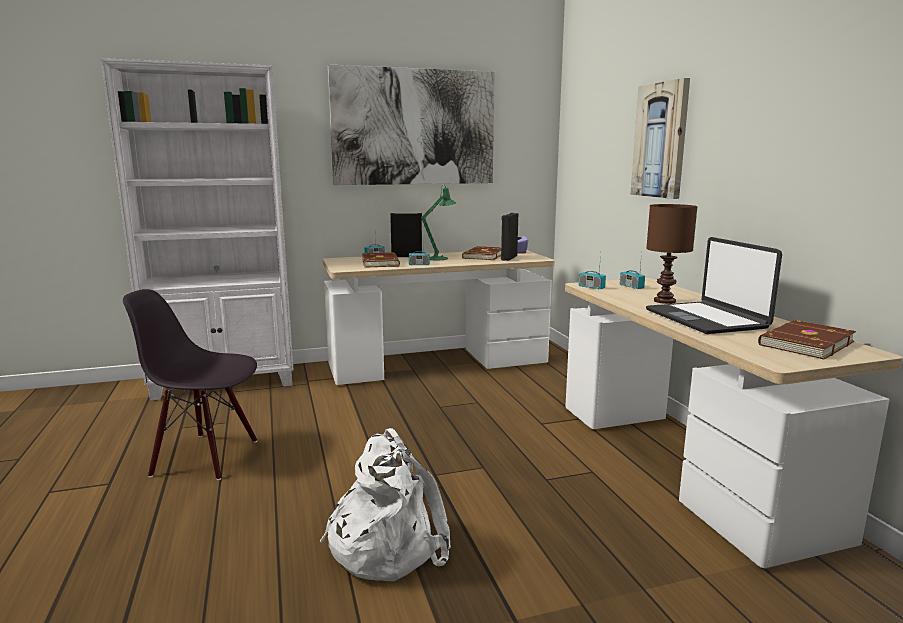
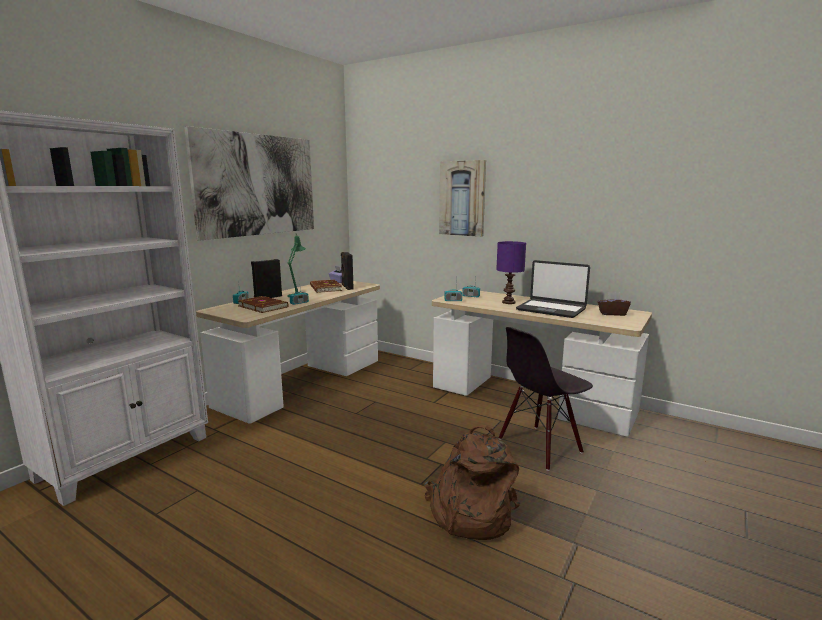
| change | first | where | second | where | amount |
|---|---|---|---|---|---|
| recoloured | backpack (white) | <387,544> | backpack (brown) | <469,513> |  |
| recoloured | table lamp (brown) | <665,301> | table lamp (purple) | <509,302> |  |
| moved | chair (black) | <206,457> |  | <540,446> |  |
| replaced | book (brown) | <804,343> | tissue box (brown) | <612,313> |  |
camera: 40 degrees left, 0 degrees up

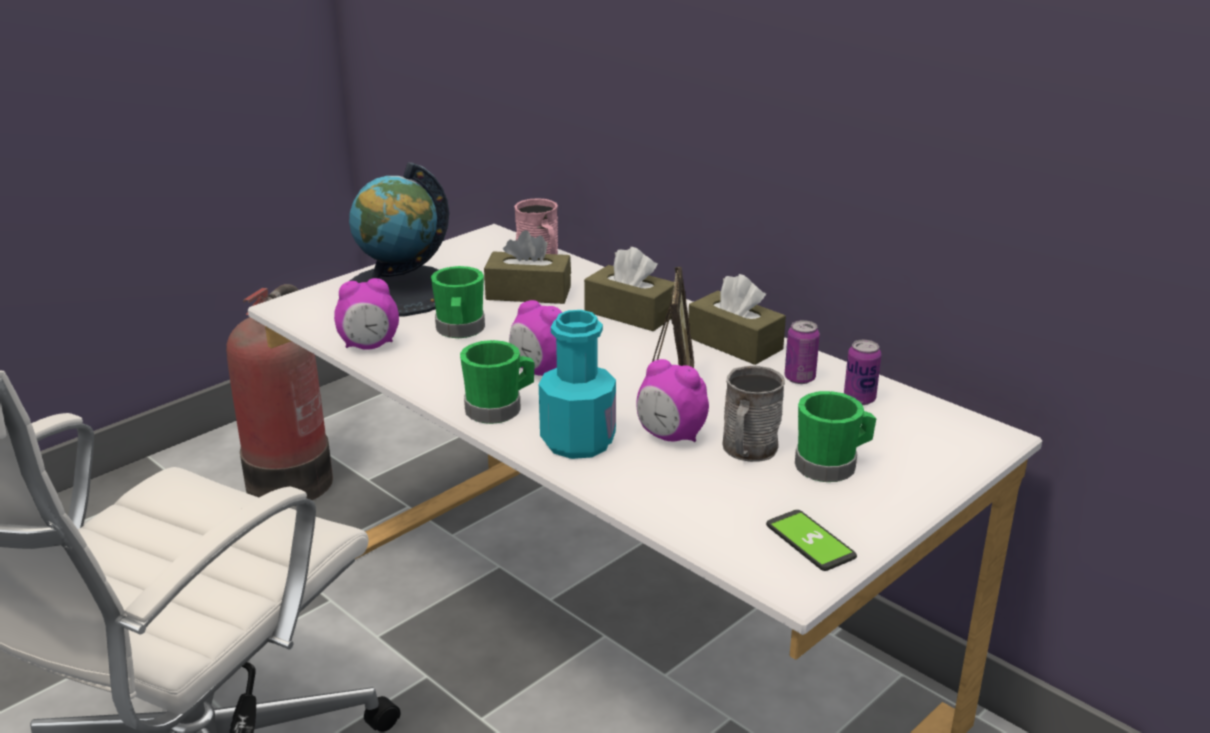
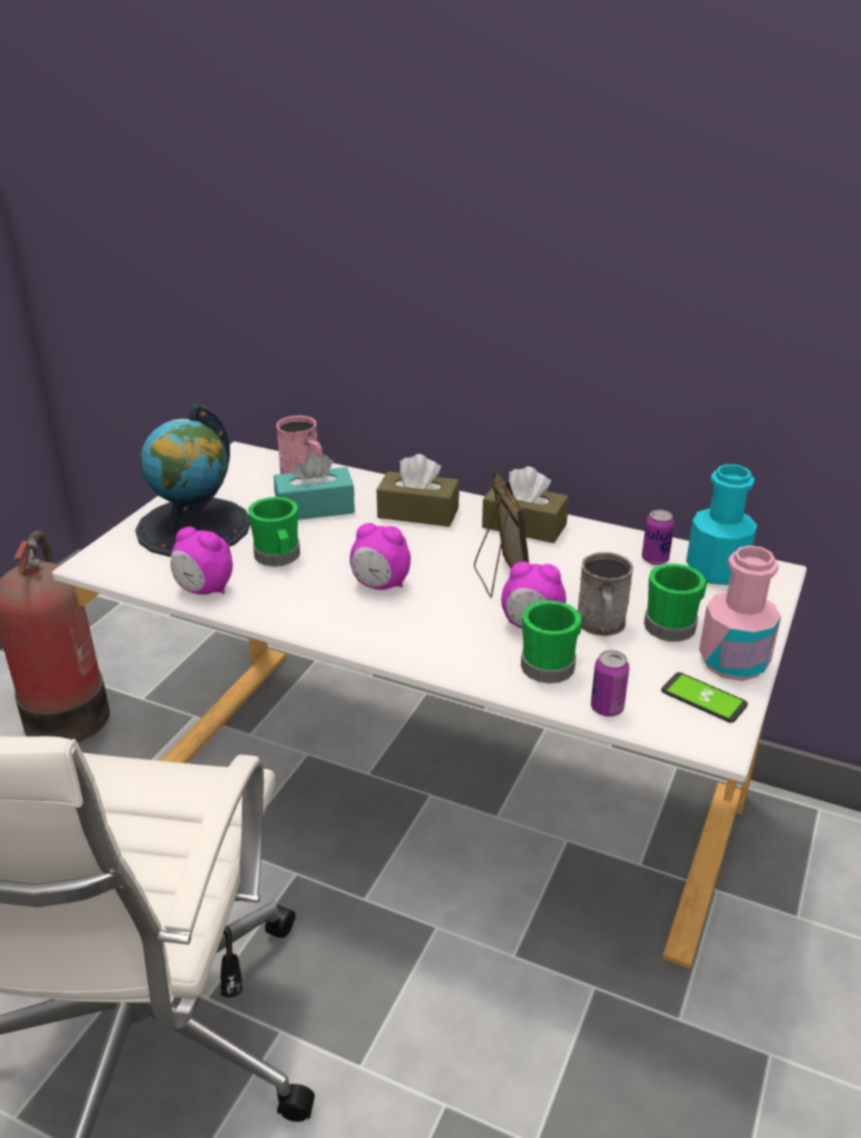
| change | first | where | second | where | amount |
|---|---|---|---|---|---|
| turned | alarm clock | <369,346> |  | <204,590> | 60 degrees clockwise |
| recoloured | tissue box (brown) | <528,293> | tissue box (turquoise) | <315,508> |  |
| moved | mug (green) | <499,409> |  | <552,664> |  |
| moved | can | <799,378> |  | <607,708> |  |
| moved | bottle (turquoise) | <578,441> |  | <716,570> |  |
| added |  |  | bottle (pink) | <733,662> |  |
camera: 20 degrees left, 5 degrees up

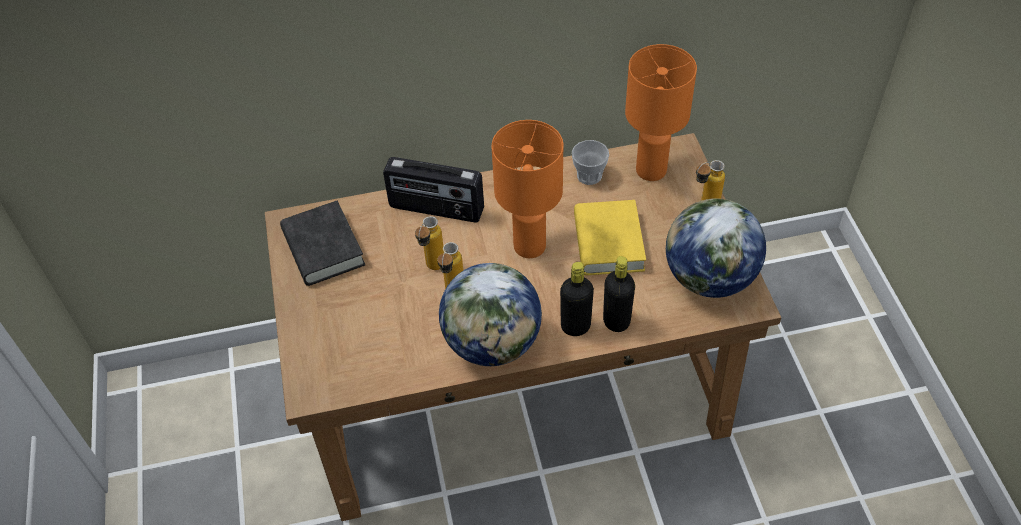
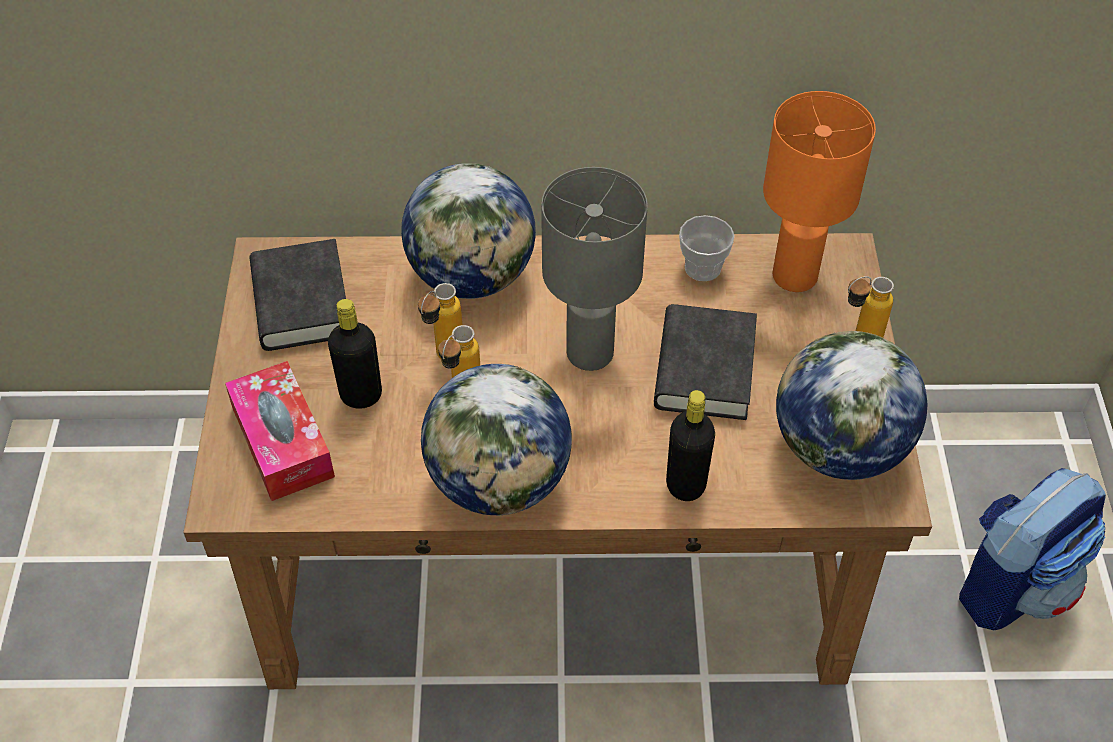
| change | first | where | second | where | amount |
|---|---|---|---|---|---|
| added |  |  | tissue box | <282,442> |  |
| moved | bottle (black) | <575,326> |  | <361,395> |  |
| replaced | radio | <436,209> | globe | <472,276> |  |
| recoloured | table lamp (orange) | <530,245> | table lamp (grey) | <591,352> |  |
| recoloured | book (yellow) | <608,243> | book (black) | <704,369> |  |
| added |  |  | backpack | <1012,585> |  |
camera: 10 degrees right, 0 degrees up

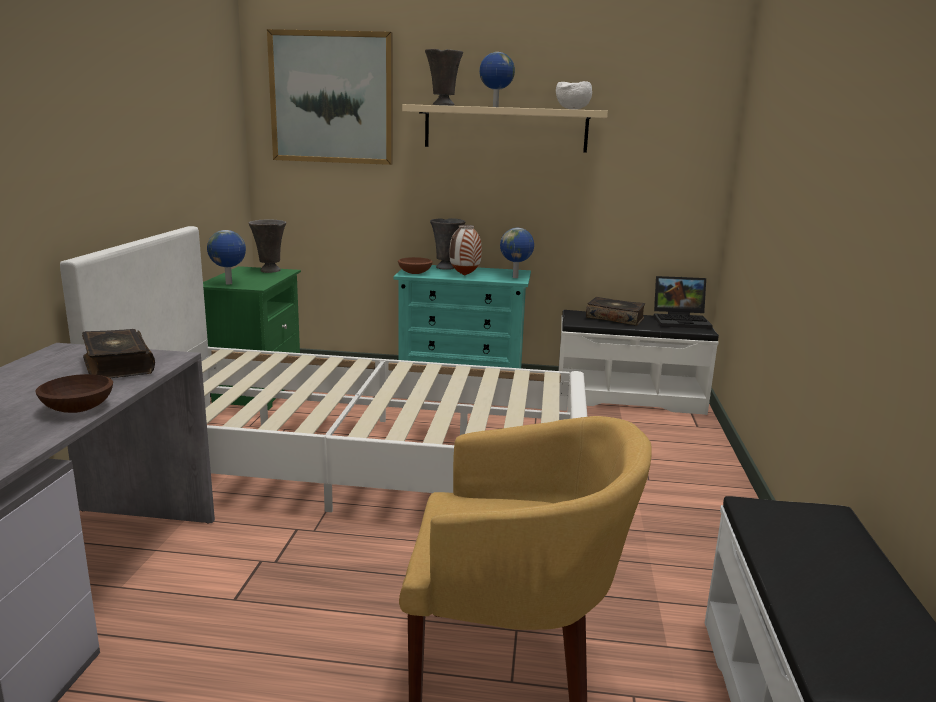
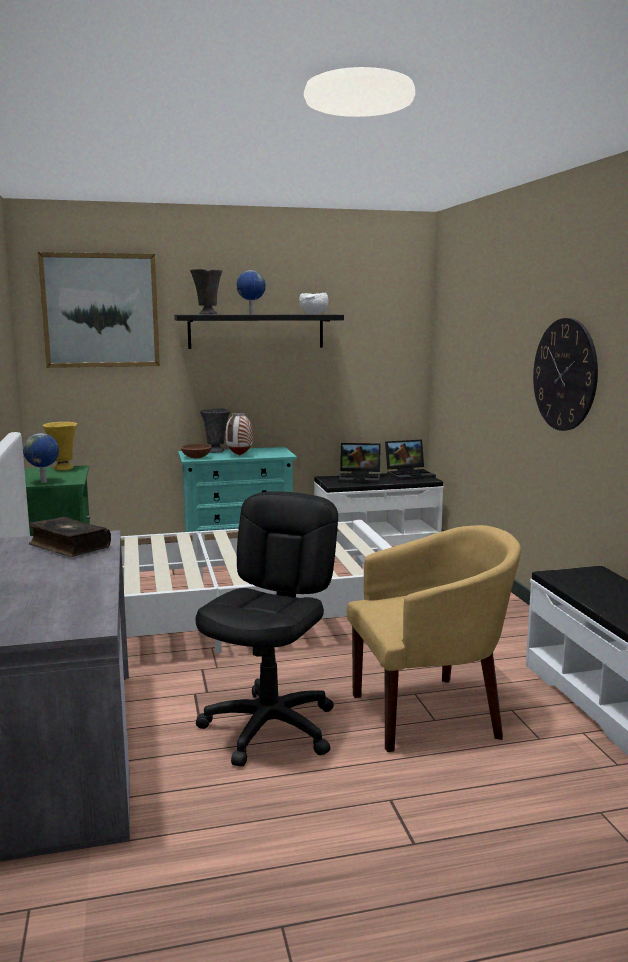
| change | first | where | second | where | amount |
|---|---|---|---|---|---|
| recoloured | vase (grey) | <269,271> | vase (yellow) | <63,469> |  |
| recoloured | shelf (beige) | <505,129> | shelf (black) | <256,331> |  |
| added |  |  | office chair (black) | <270,728> |  |
| replaced | book | <615,318> | laptop | <361,478> |  |
| added |  |  | wall clock | <564,374> |  |
| removed | bowl (brown) | <78,409> |  |  |  |
| removed | globe | <516,277> |  |  |  |
camera: 20 degrees left, 5 degrees down

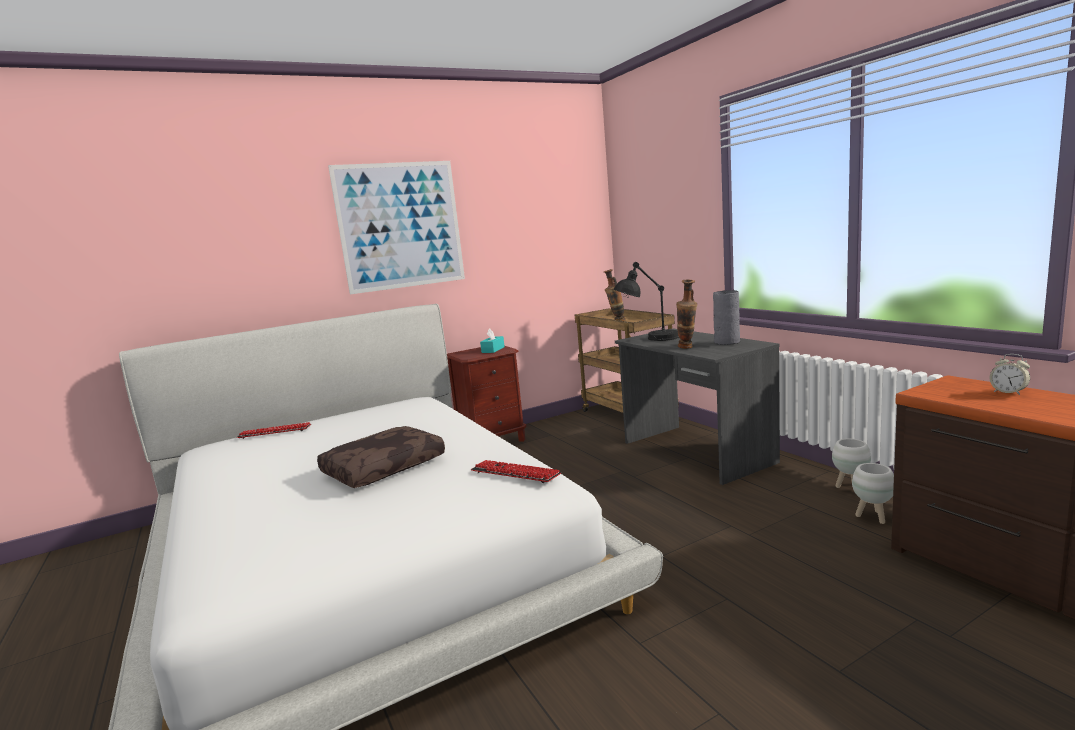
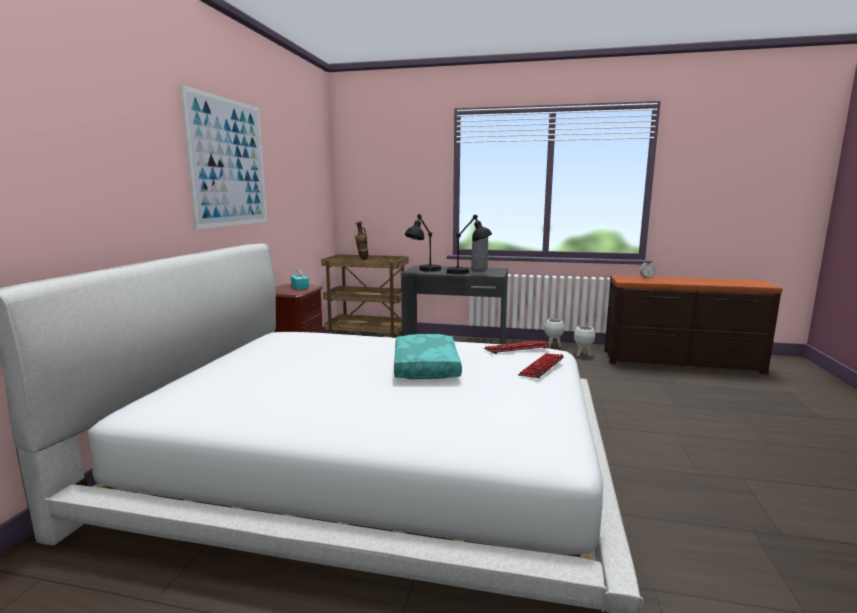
| change | first | where | second | where | amount |
|---|---|---|---|---|---|
| recoloured | pillow (brown) | <384,467> | pillow (turquoise) | <424,367> |  |
| replaced | vase | <687,348> | table lamp (black) | <467,273> |  |
| moved | keyboard | <275,432> |  | <542,367> |  |
camera: 50 degrees left, 0 degrees up

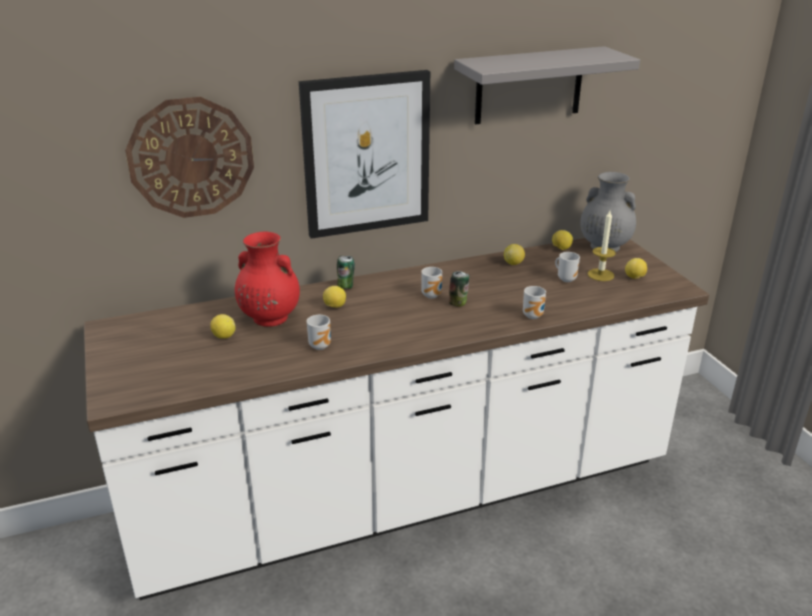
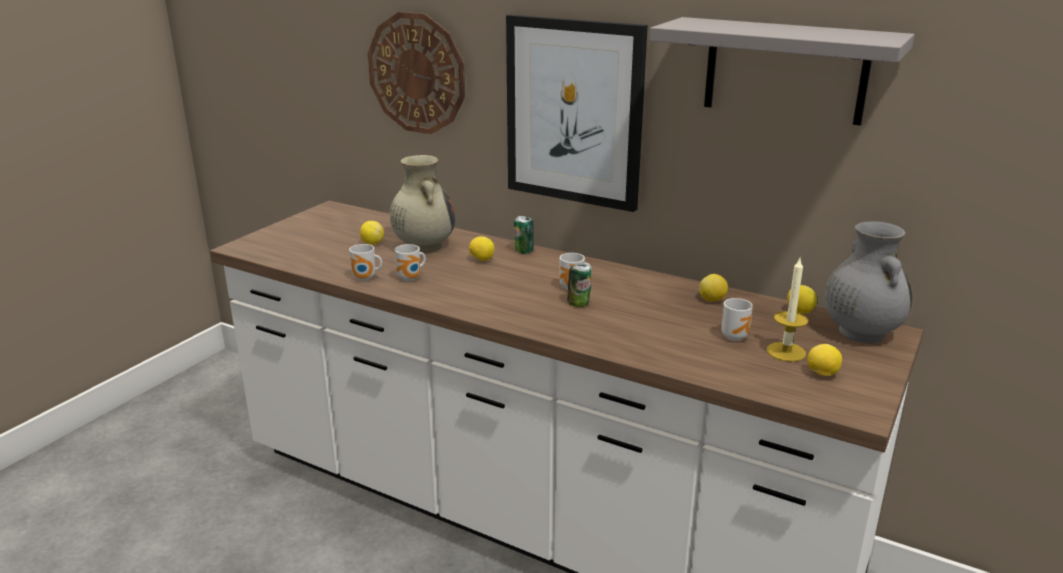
| change | first | where | second | where | amount |
|---|---|---|---|---|---|
| moved | mug | <534,316> |  | <366,278> |  |
| recoloured | vase (red) | <269,318> | vase (beige) | <424,246> |  |
camera: 50 degrees right, 5 degrees down

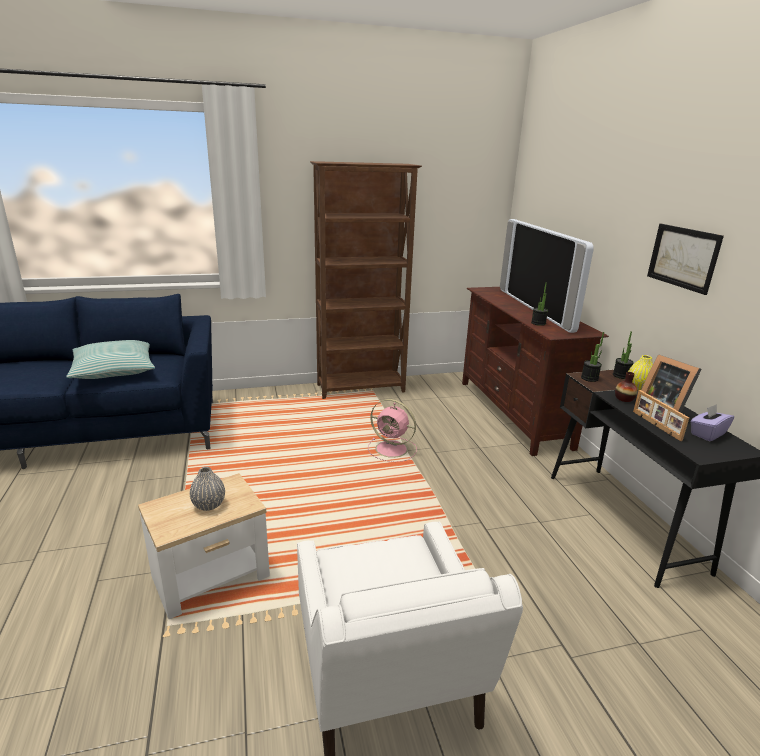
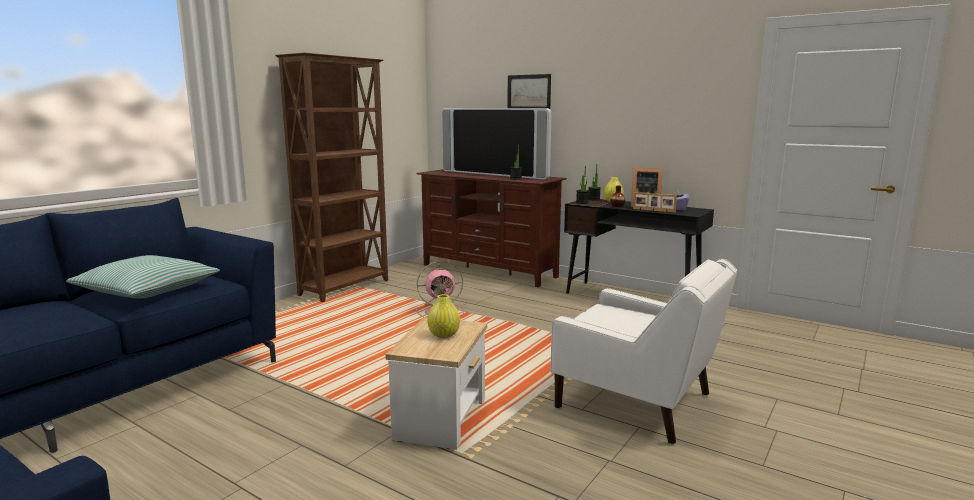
| change | first | where | second | where | amount |
|---|---|---|---|---|---|
| recoloured | vase (grey) | <209,505> | vase (yellow) | <444,334> |  |
| moved | picture | <683,257> |  | <529,92> |  |
camera: 40 degrees left, 10 degrees down

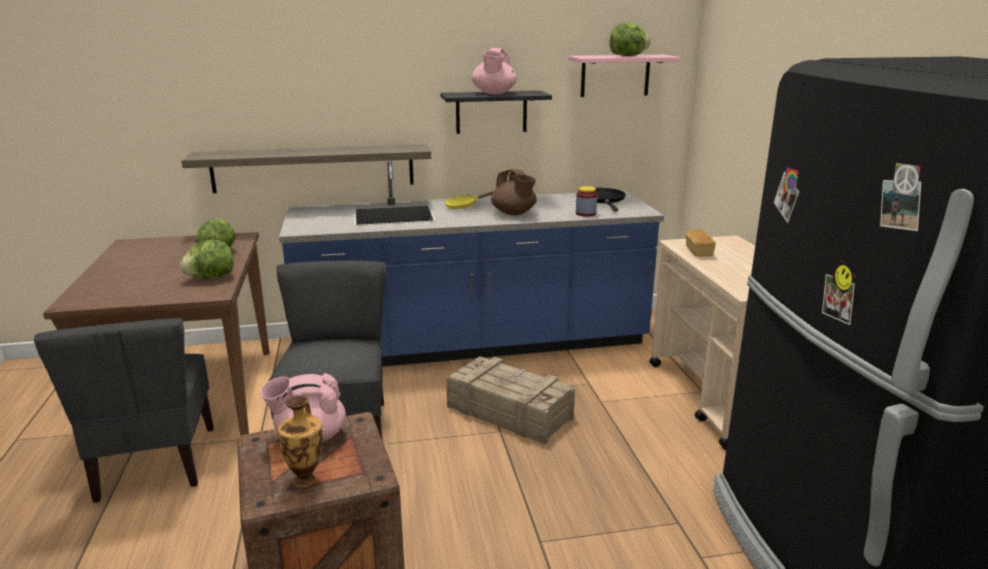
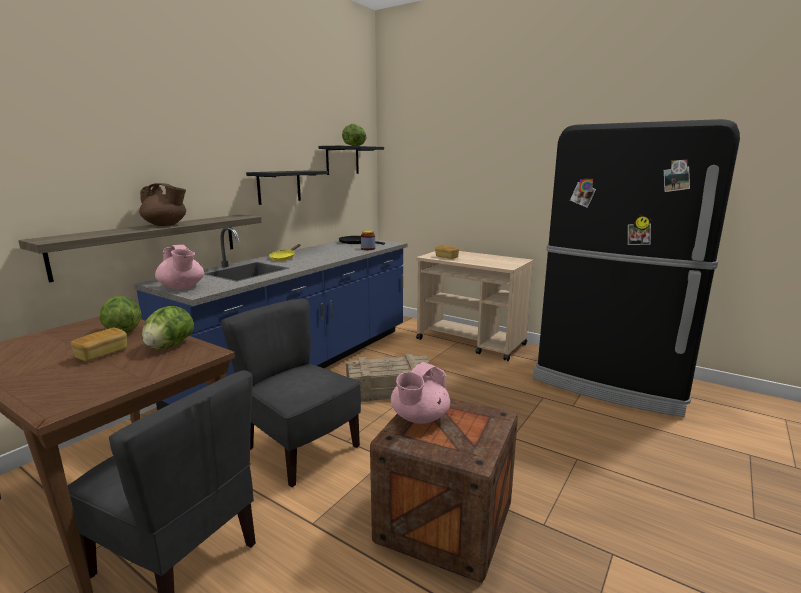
| change | first | where | second | where | amount |
|---|---|---|---|---|---|
| added |  |  | bread | <102,354> |  |
| moved | teapot (brown) | <514,213> |  | <166,225> |  |
| moved | teapot (pink) | <494,93> |  | <182,287> |  |
| recoloured | shelf (pink) | <615,75> | shelf (black) | <342,160> |  |
| removed | vase | <306,479> |  |  |  |
camera: 45 degrees left, 5 degrees down

